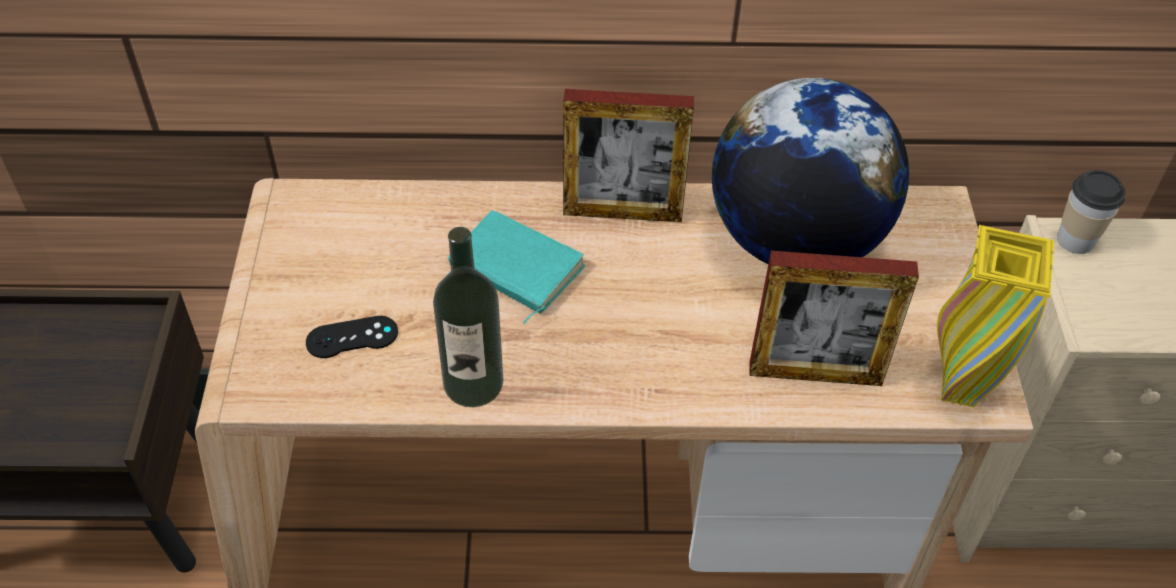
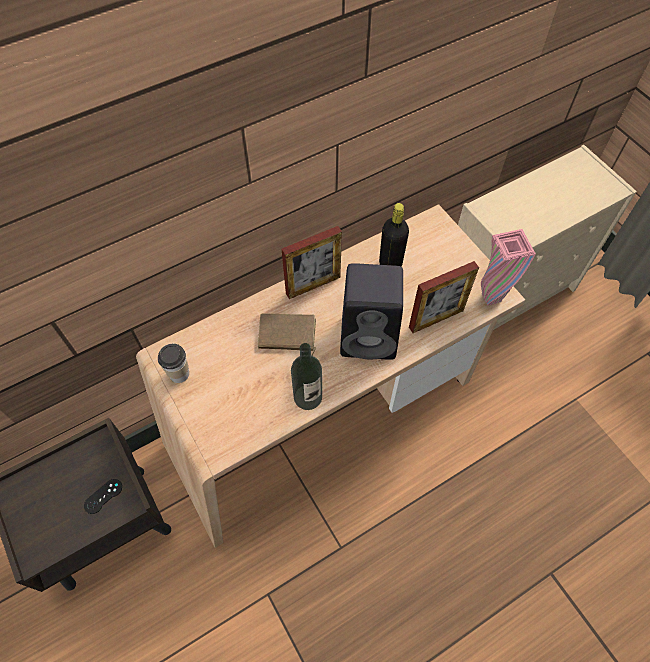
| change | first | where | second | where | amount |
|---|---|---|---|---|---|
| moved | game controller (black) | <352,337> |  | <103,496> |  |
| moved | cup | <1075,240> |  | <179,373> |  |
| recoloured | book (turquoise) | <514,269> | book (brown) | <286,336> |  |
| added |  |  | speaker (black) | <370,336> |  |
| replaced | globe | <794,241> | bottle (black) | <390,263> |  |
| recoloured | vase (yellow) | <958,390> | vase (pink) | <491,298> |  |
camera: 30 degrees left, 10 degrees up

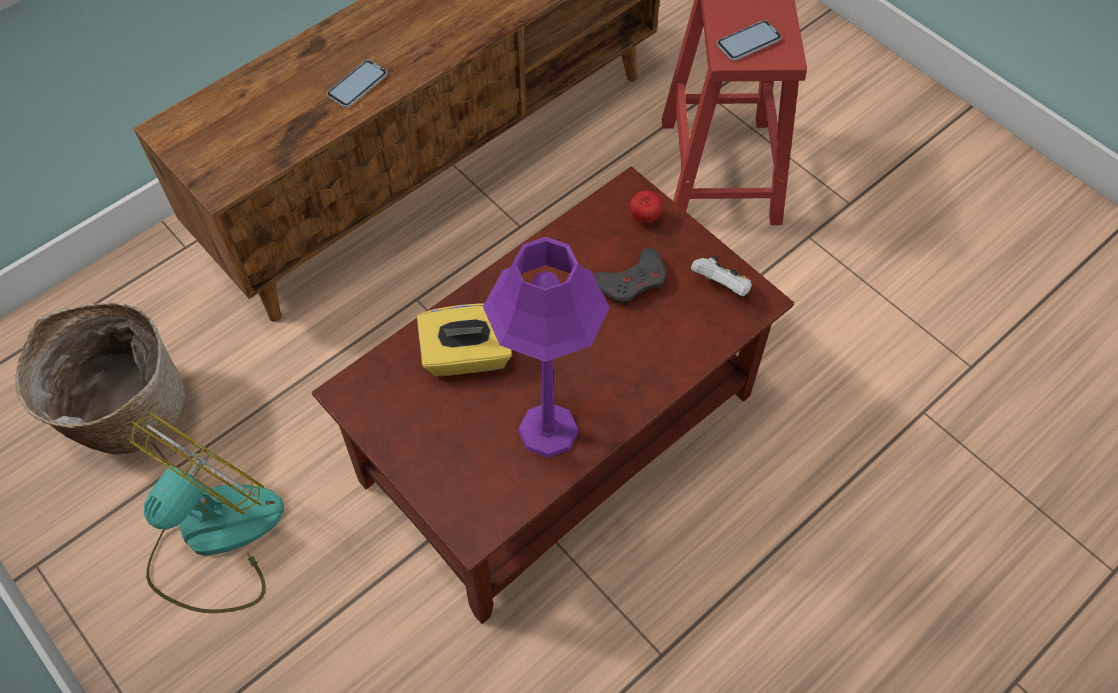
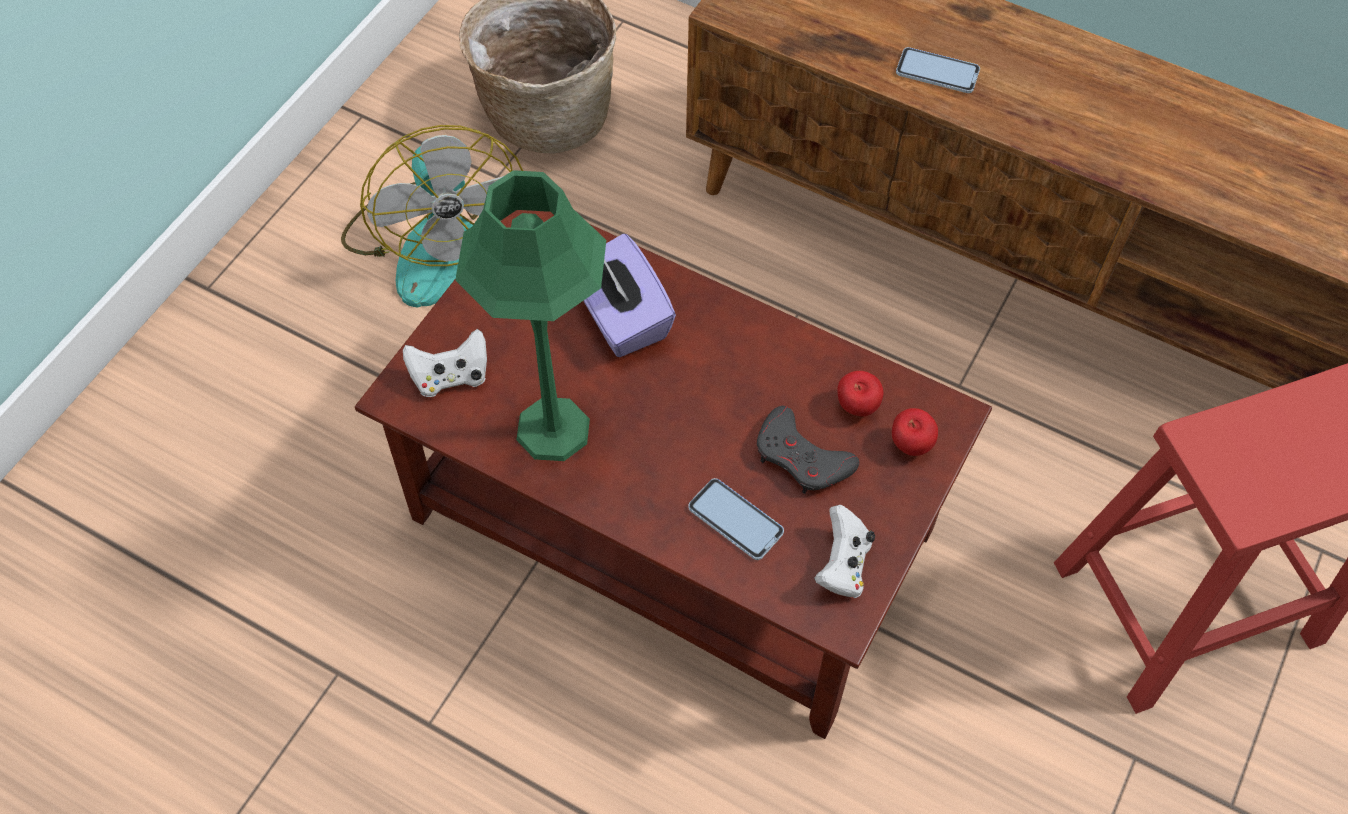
| change | first | where | second | where | amount |
|---|---|---|---|---|---|
| turned | fan | <214,538> |  | <434,241> | 60 degrees clockwise |
| added |  |  | game controller (white) | <451,377> |  |
| recoloured | table lamp (purple) | <548,430> | table lamp (green) | <552,429> |  |
| recoloured | tissue box (yellow) | <467,356> | tissue box (purple) | <621,318> |  |
| moved | phone | <748,42> |  | <735,520> |  |
| added |  |  | apple | <856,407> |  |
camera: 70 degrees right, 0 degrees up

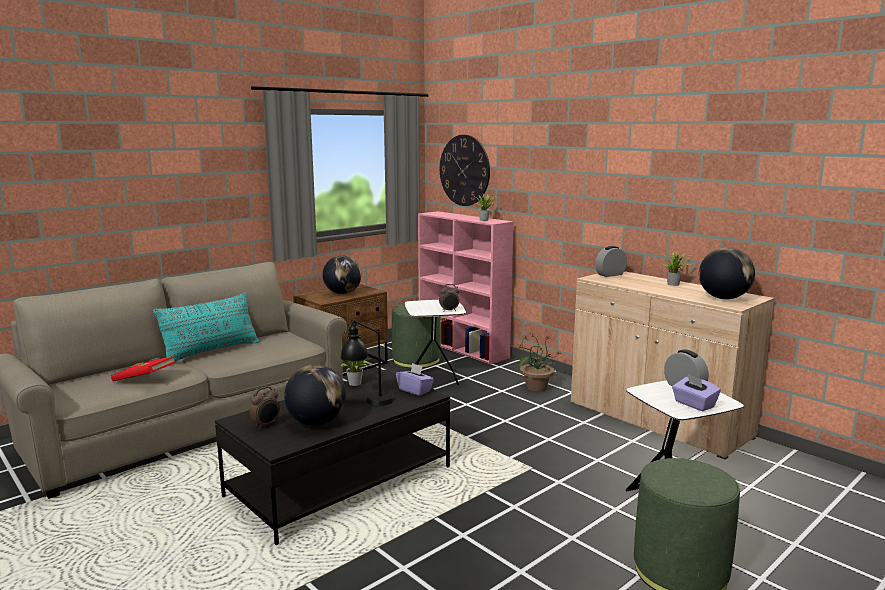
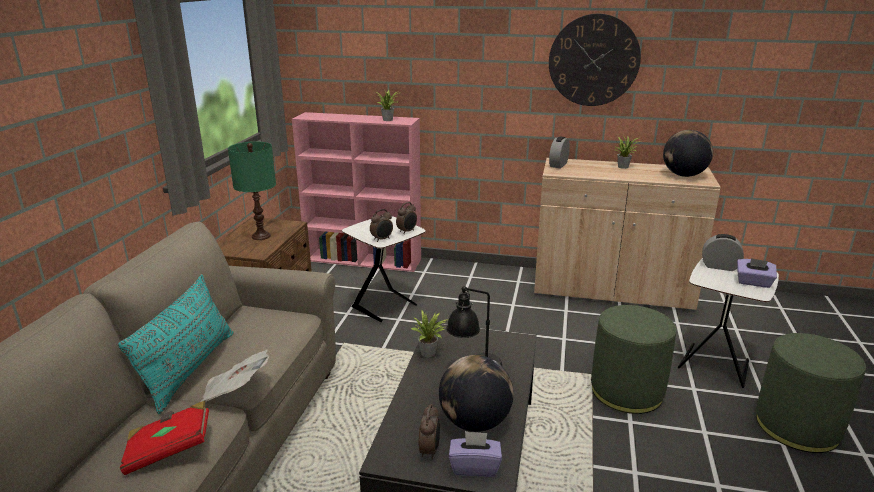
| change | first | where | second | where | amount |
|---|---|---|---|---|---|
| added |  |  | newspaper | <236,391> |  |
| replaced | globe | <342,293> | table lamp (green) | <261,236> |  |
| added |  |  | alarm clock | <382,239> |  |
| moved | tissue box (purple) | <415,390> |  | <474,467> |  |
| moved | wall clock | <464,170> |  | <593,60> |  |
| moved | ottoman (green) | <416,360> |  | <627,391> |  |
| removed | potted plant | <535,387> |  |  |  |
camera: 35 degrees left, 10 degrees up

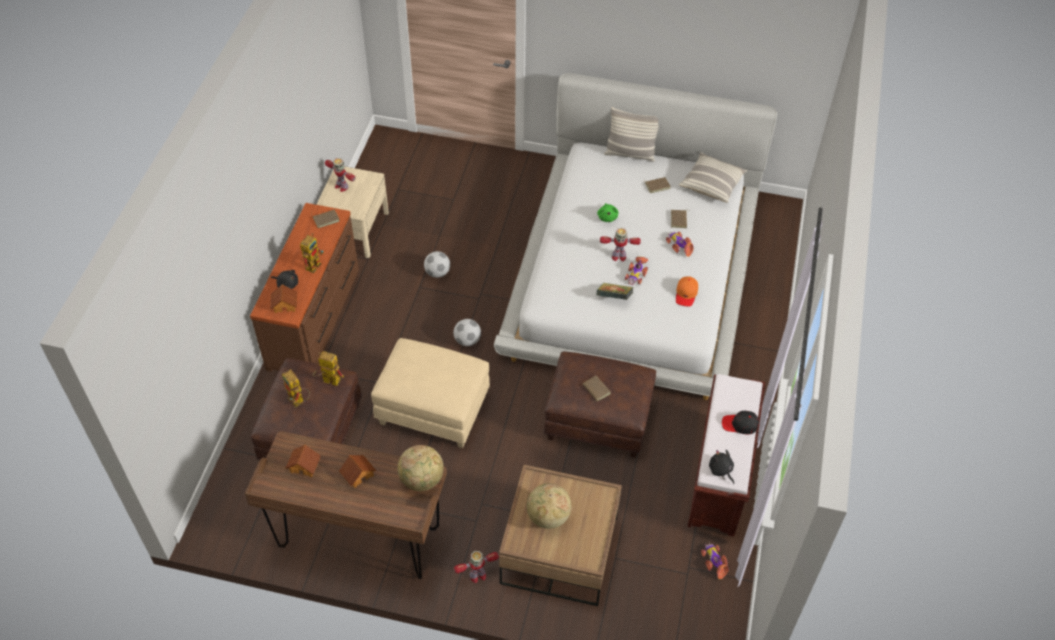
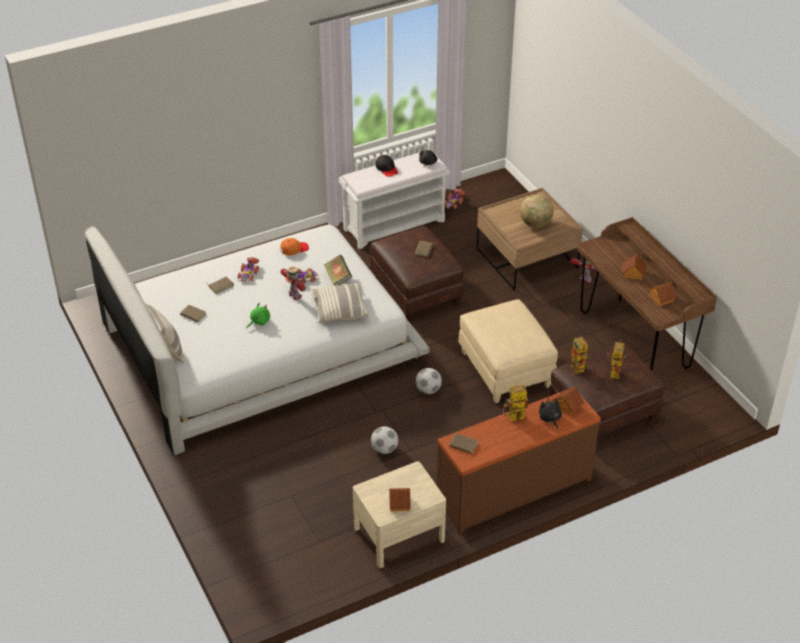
| change | first | where | second | where | amount |
|---|---|---|---|---|---|
| moved | pillow | <711,184> |  | <339,310> |  |
| recoloured | bench (brown) | <719,478> | bench (white) | <395,225> |  |
| replaced | toy robot | <341,186> | toy house | <399,503> |  |
| removed | globe | <422,479> |  |  |  |
camera: 130 degrees left, 10 degrees down

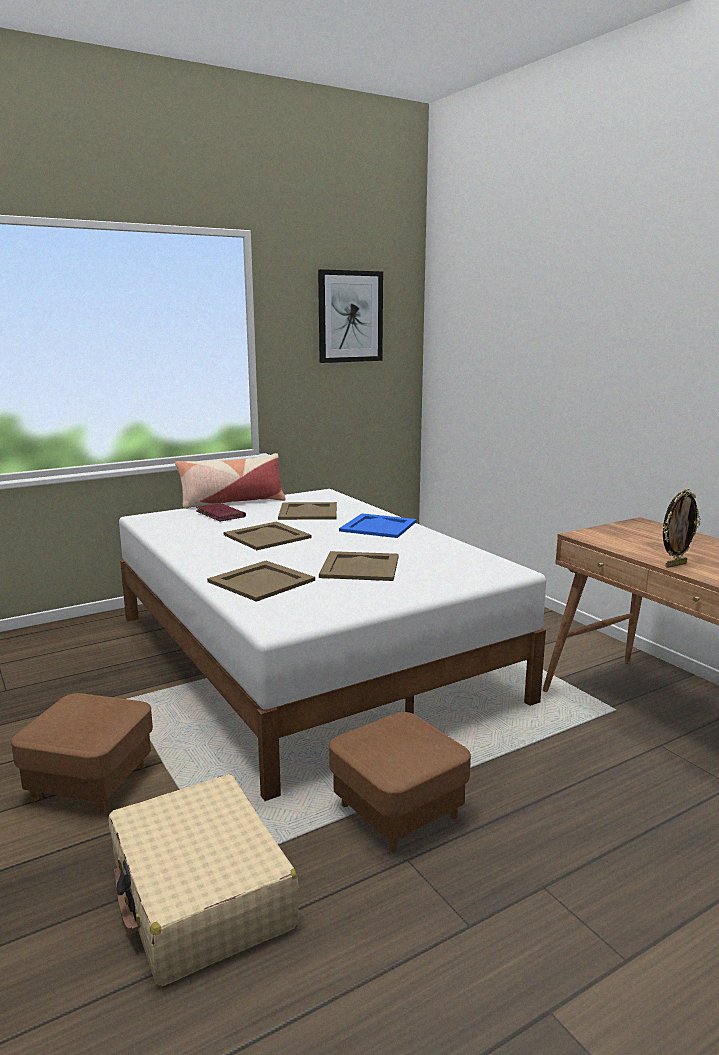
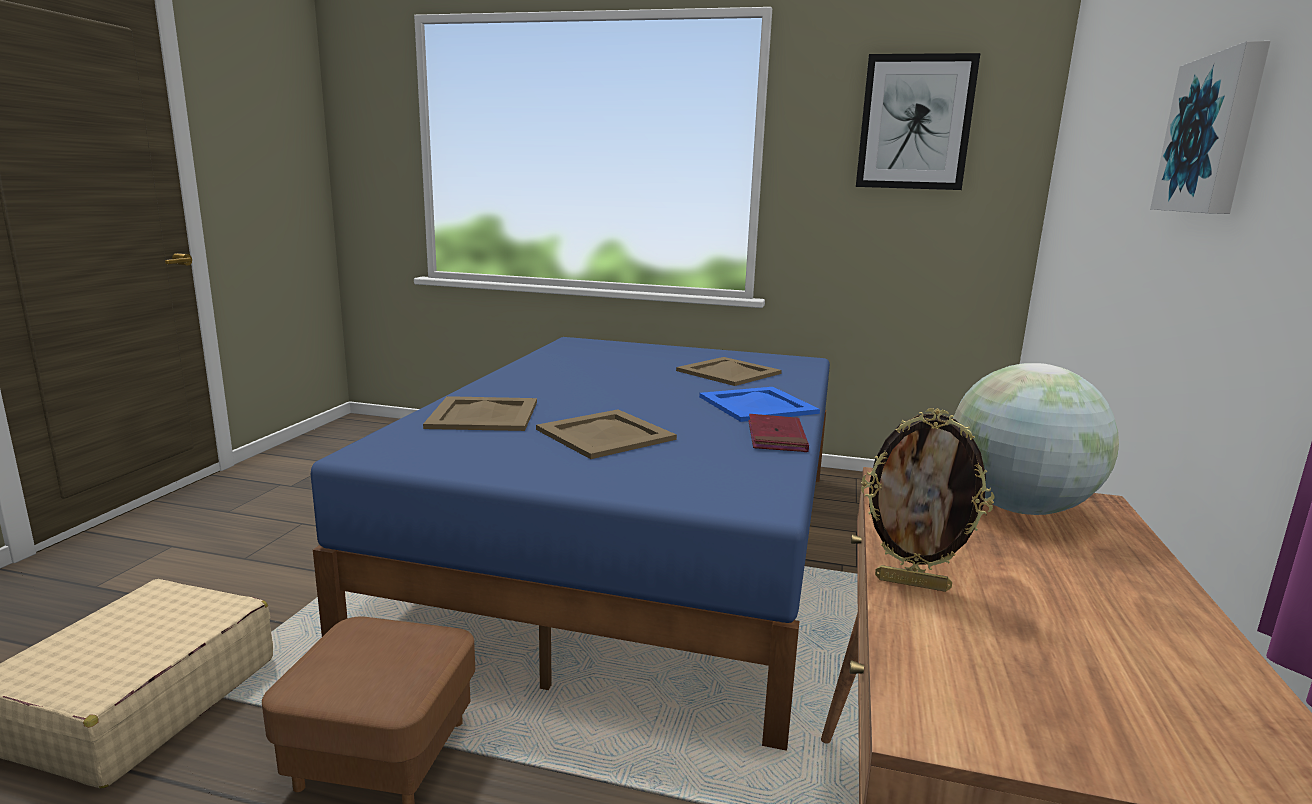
| change | first | where | second | where | amount |
|---|---|---|---|---|---|
| recoloured | bed (white) | <309,656> | bed (blue) | <635,547> |  |
| moved | book (red) | <220,515> |  | <776,437> |  |
| added |  |  | globe | <1018,508> |  |
| added |  |  | picture | <1213,135> |  |
| removed | ottoman (brown) | <90,782> |  |  |  |
| removed | pillow | <232,502> |  |  |  |
| removed | tray (beige) | <268,536> |  |  |  |
camera: 45 degrees right, 0 degrees up

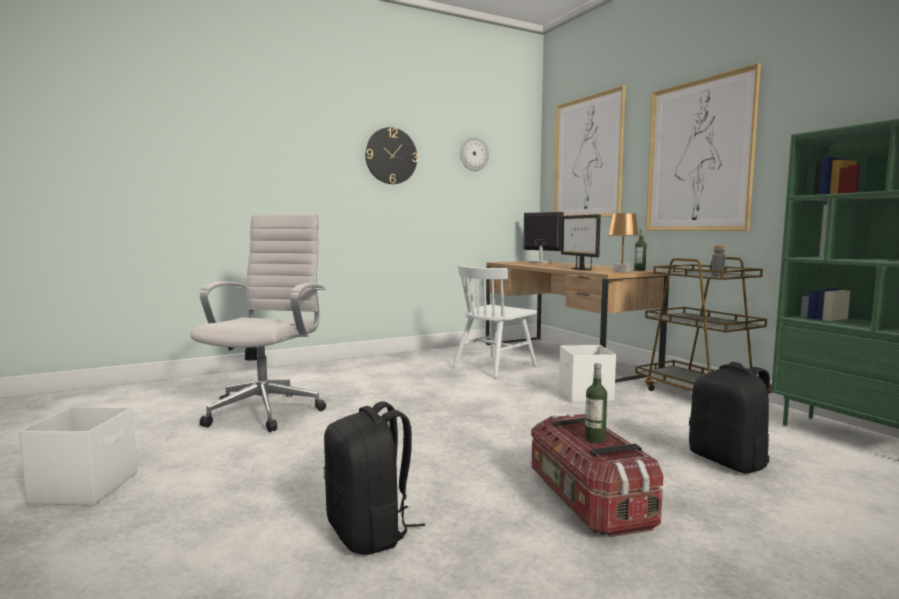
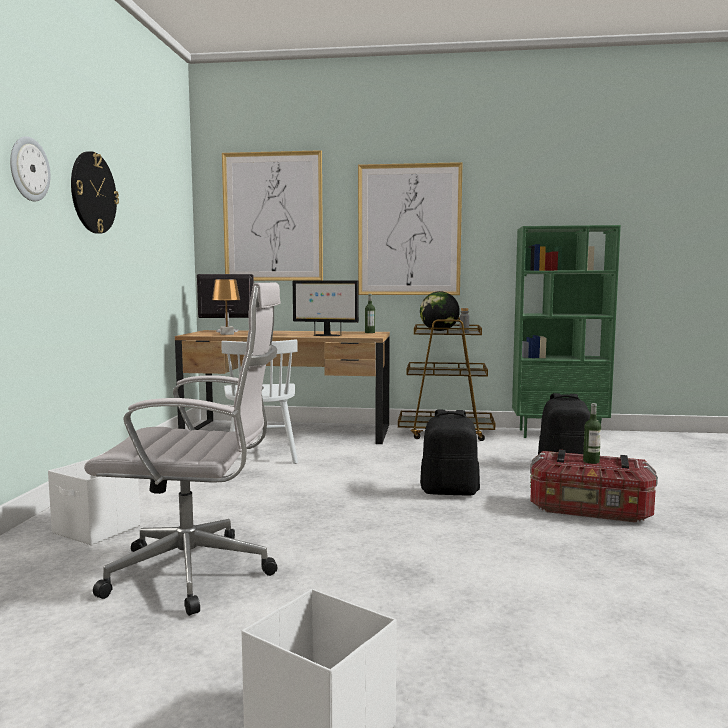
| change | first | where | second | where | amount |
|---|---|---|---|---|---|
| moved | wall clock | <473,154> |  | <28,169> |  |
| moved | storage box (white) | <585,395> |  | <97,530> |  |
| turned | office chair (white) | <267,410> |  | <198,574> | 135 degrees clockwise |
| moved | table lamp (brown) | <622,271> |  | <227,334> |  |
| added |  |  | globe | <439,331> |  |
| moved | backpack (black) | <370,533> |  | <450,491> |  |
camera: 55 degrees left, 0 degrees up

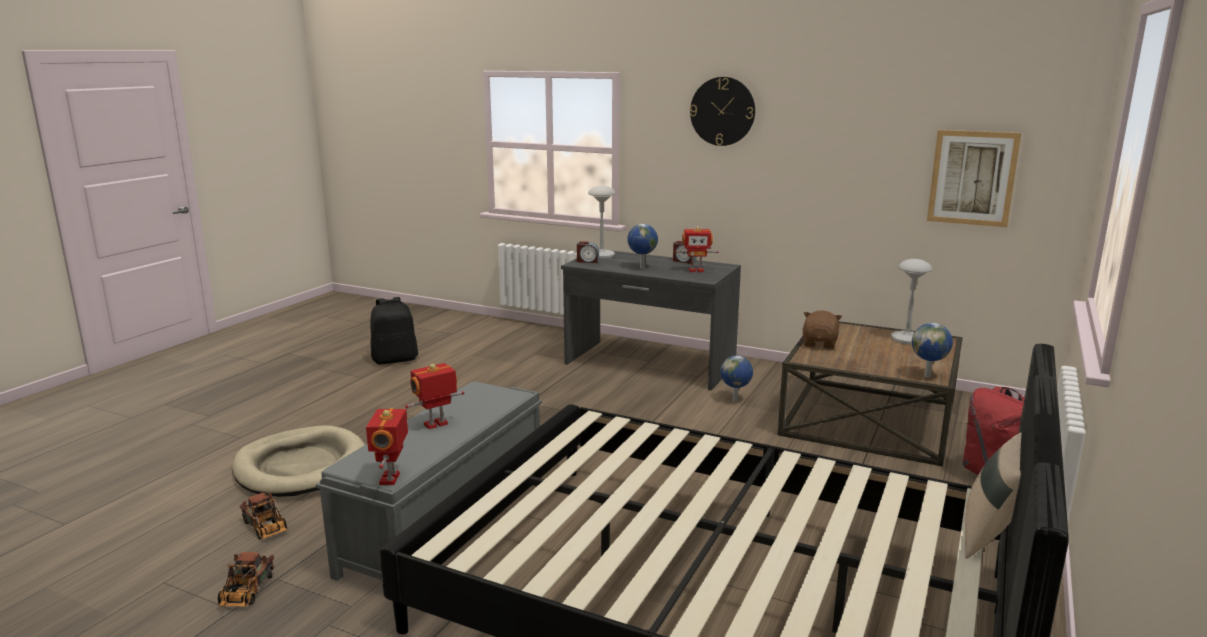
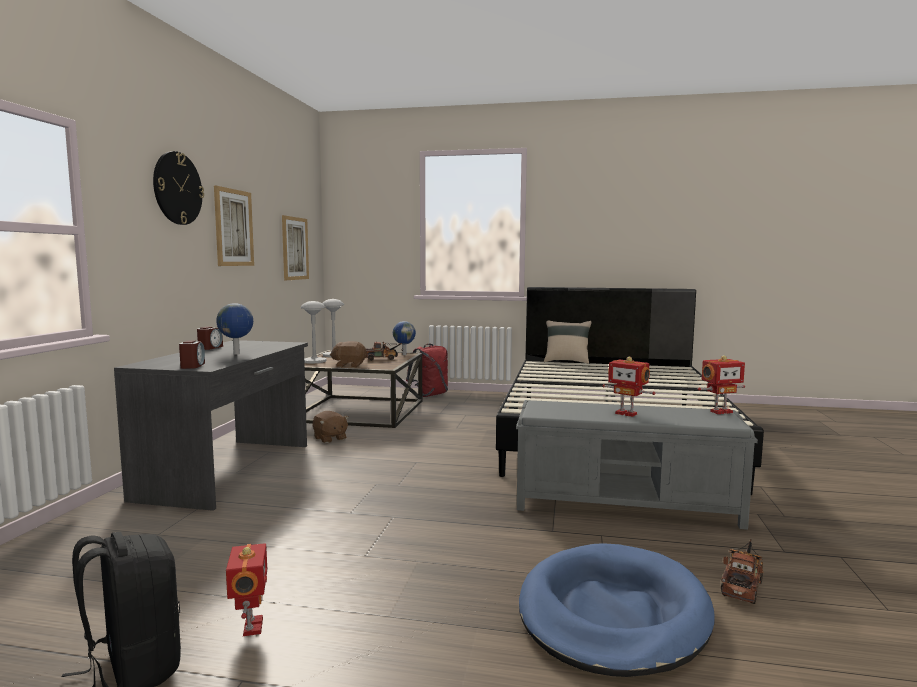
| change | first | where | second | where | amount |
|---|---|---|---|---|---|
| added |  |  | picture | <234,227> |  |
| moved | toy robot | <696,270> |  | <250,627> |  |
| moved | table lamp (grey) | <602,255> |  | <314,361> |  |
| replaced | globe | <735,400> | plush toy (brown) | <330,438> |  |
| moved | toy truck | <245,594> |  | <383,359> |  |
| recoloured | dog bed (beige) | <301,467> | dog bed (blue) | <612,614> |  |
camera: 105 degrees left, 10 degrees down

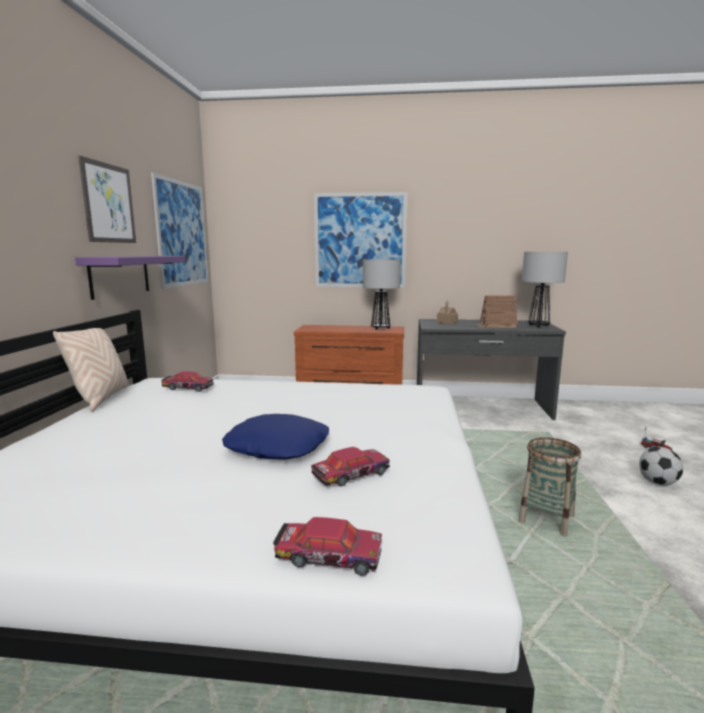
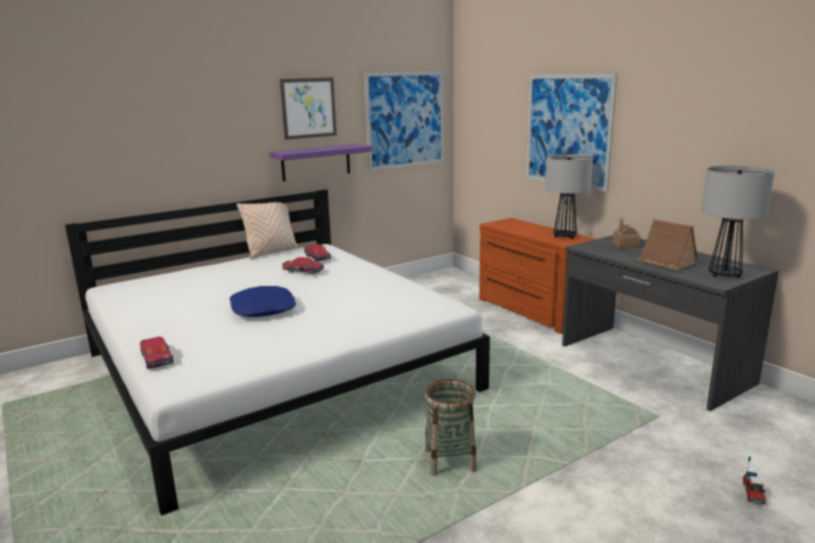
| change | first | where | second | where | amount |
|---|---|---|---|---|---|
| moved | toy car | <350,475> |  | <303,271> |  |
| removed | football | <658,483> |  |  |  |
camera: 50 degrees right, 5 degrees up

